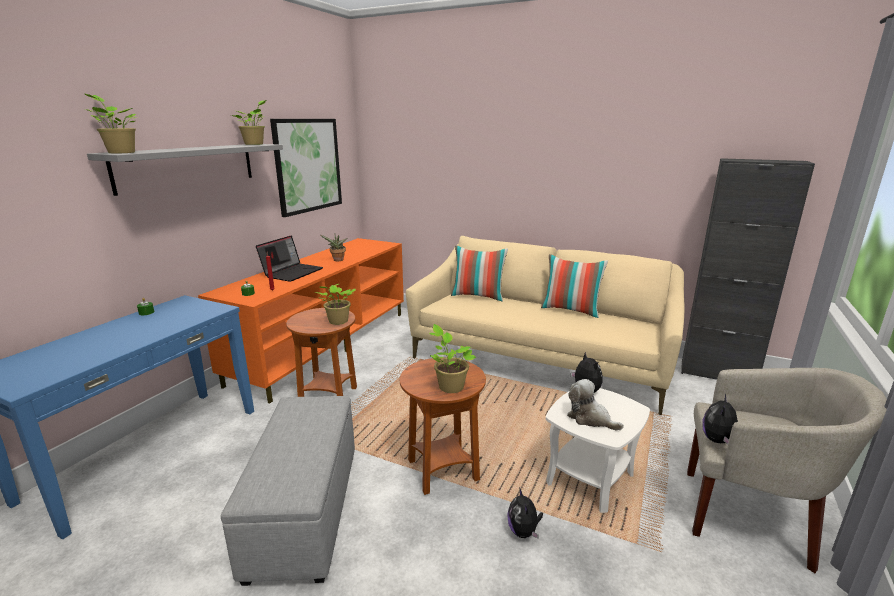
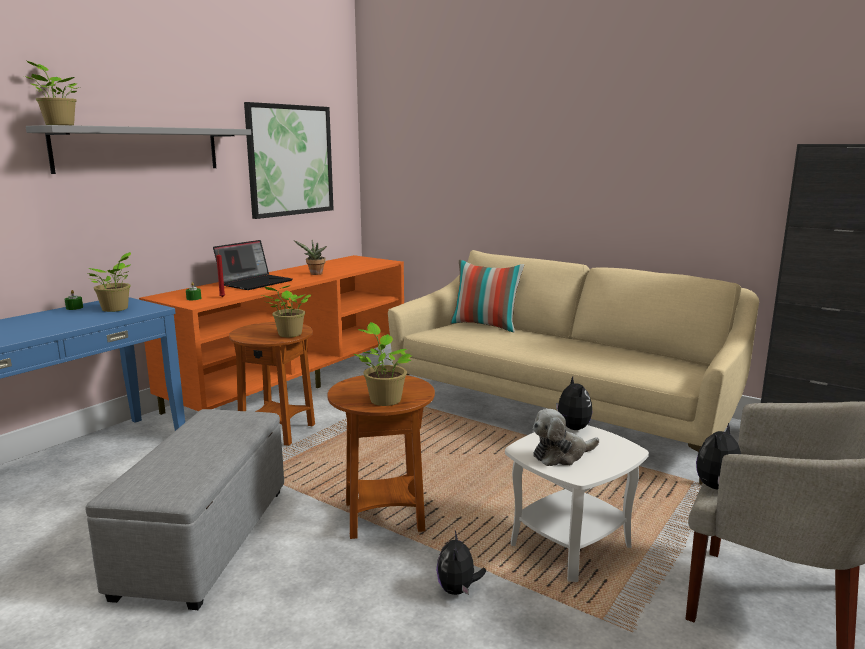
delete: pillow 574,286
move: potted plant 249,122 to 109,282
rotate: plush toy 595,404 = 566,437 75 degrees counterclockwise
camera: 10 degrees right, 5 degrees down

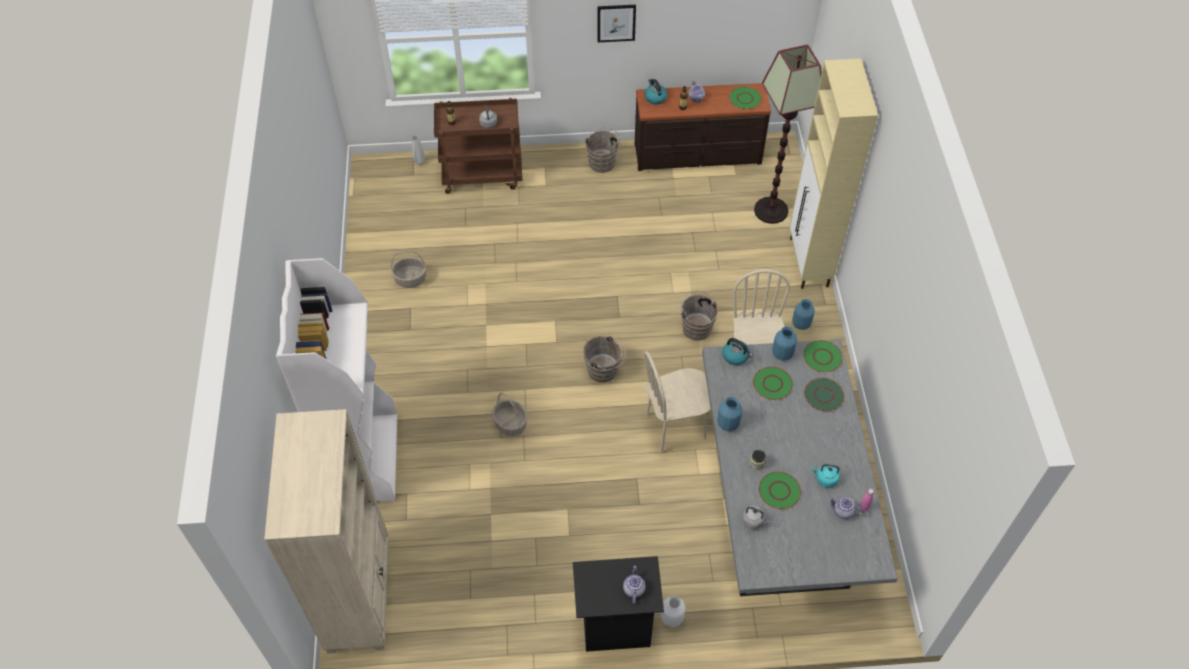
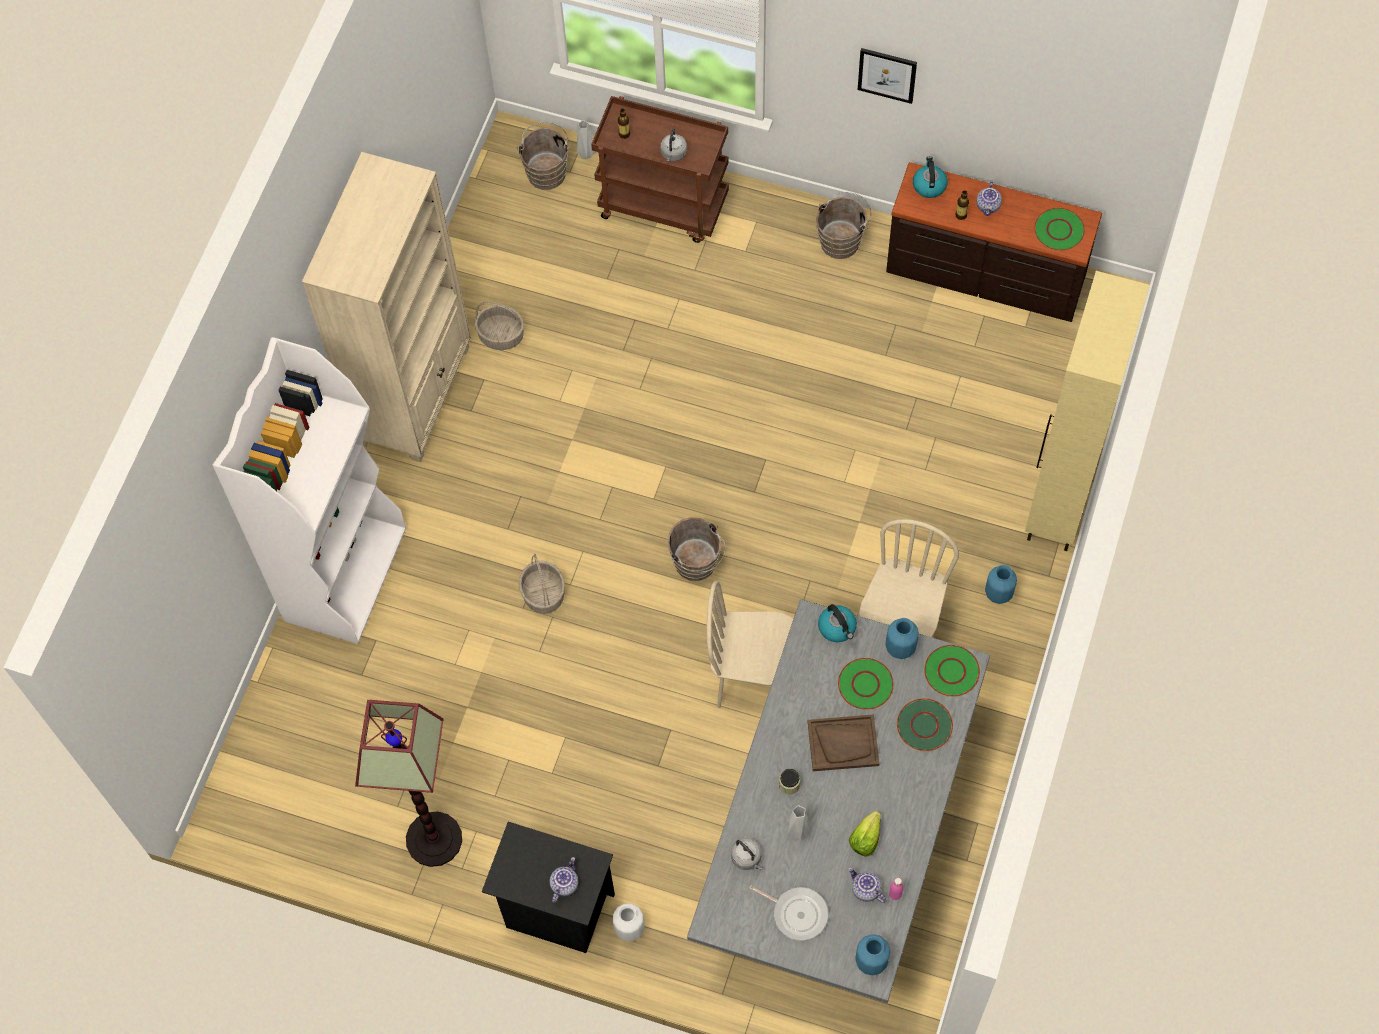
insert: frying pan 789,913; brown tray 843,742
move: beige bookcase 326,531 to 386,307; brown bucket 698,316 to 544,156; blue vase 730,414 to 872,954; floor lamp 788,134 to 408,783
replace: green plate 780,490 to grey vase 799,822; turquoise kettle 826,476 to lettuce 865,834
camera: 25 degrees right, 10 degrees up

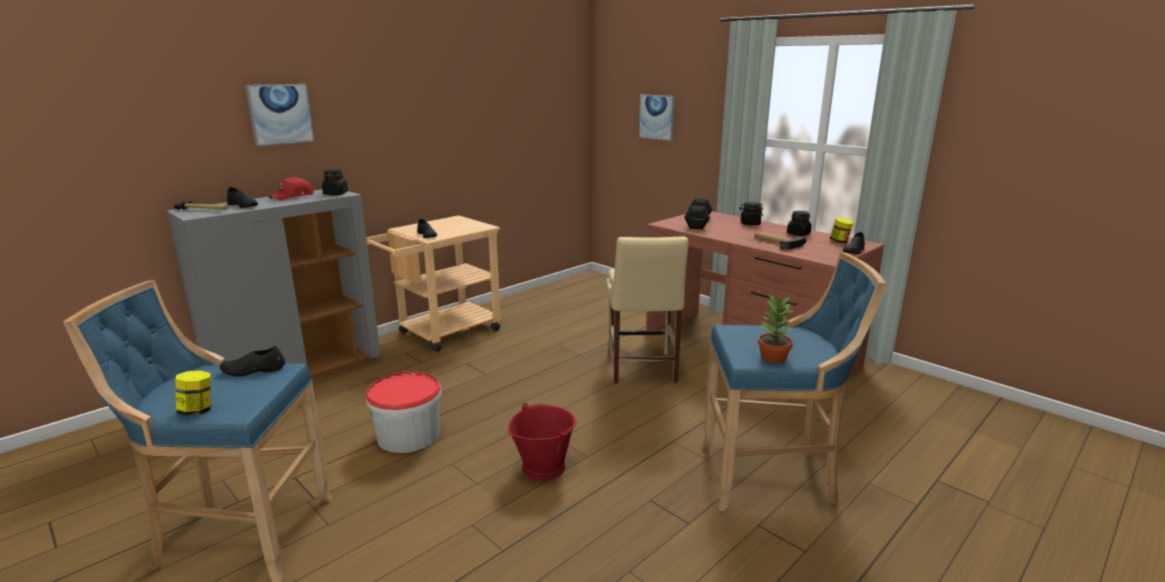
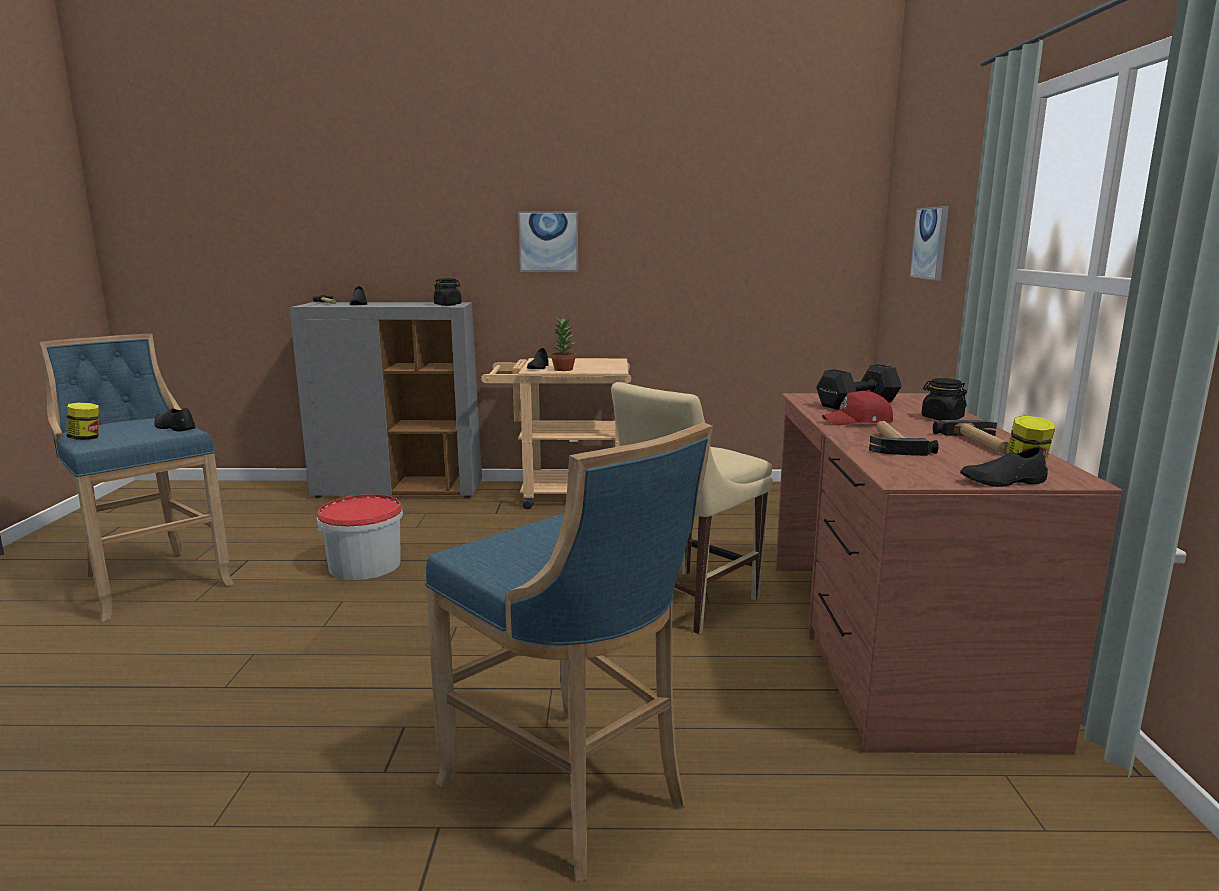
delete: red bucket 542,442
move: picture 280,115 to 548,242; red cap 291,188 to 857,407; potted plant 775,329 to 564,344
replace: black jar 799,223 to hammer 971,437
camera: 45 degrees right, 5 degrees down

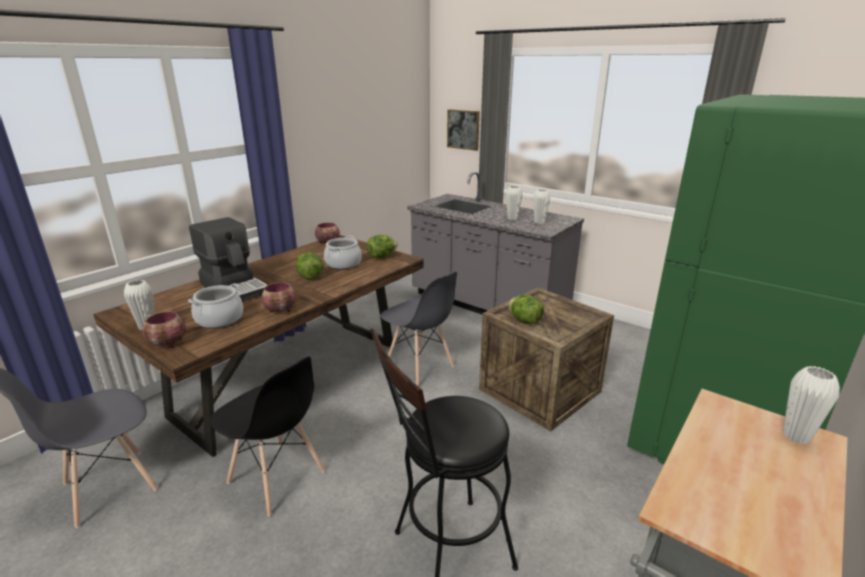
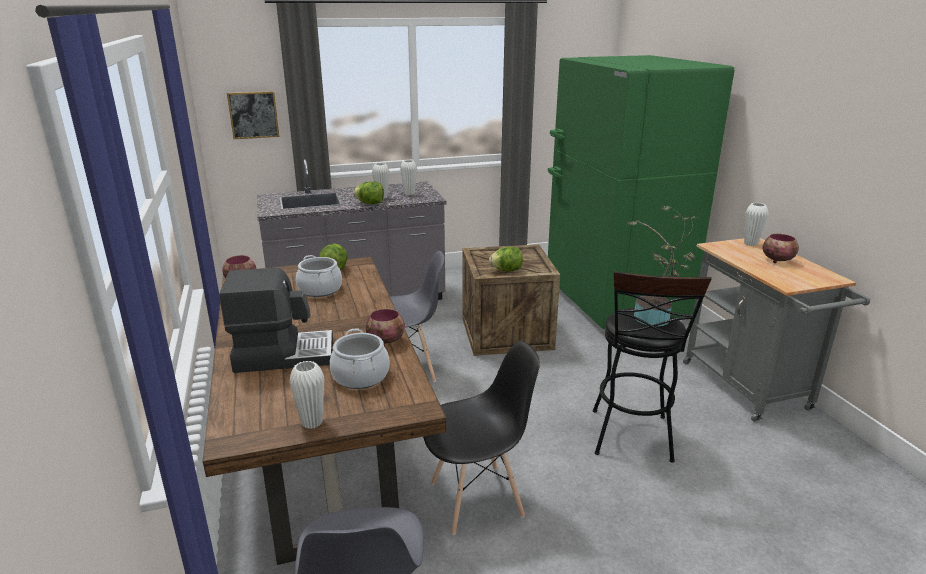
insert: potted plant 662,266
move: bowl 164,329 to 781,248; lettuce 310,265 to 368,192
camera: 55 degrees left, 0 degrees up

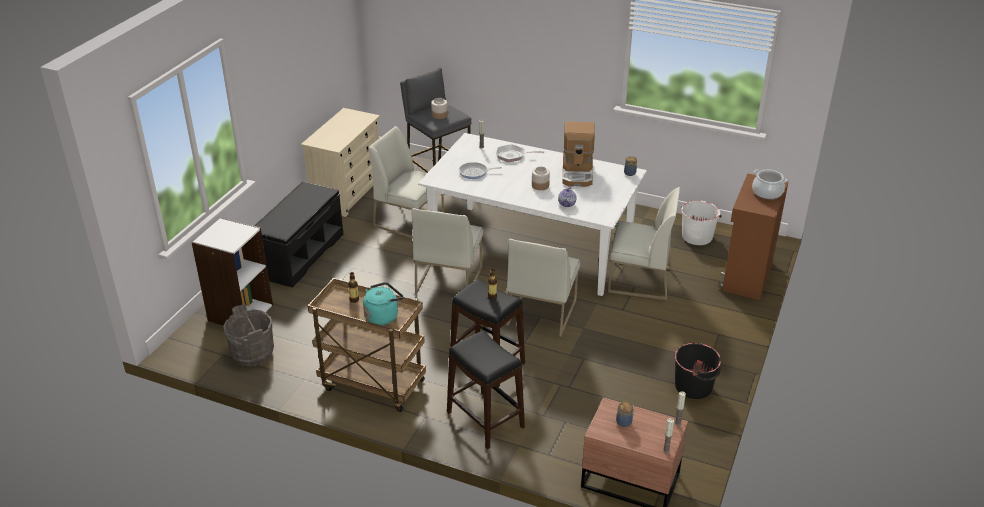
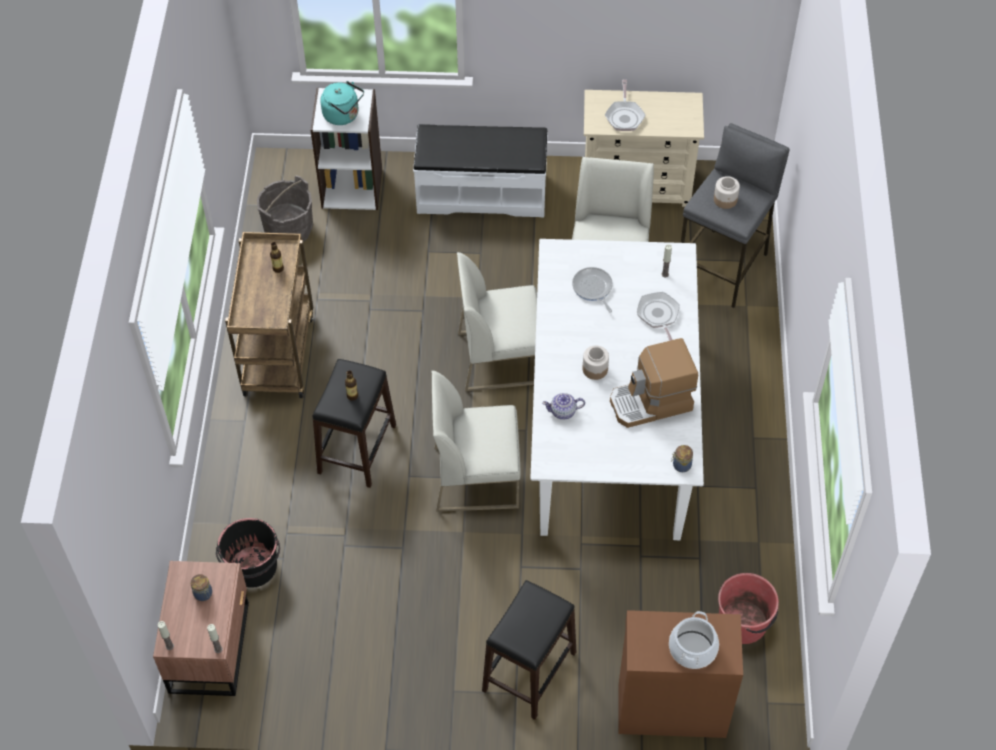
delete: white chair 644,243
insert: frying pan 625,105
move: turquoise kettle 383,303 to 342,103; black stool 486,390 to 529,650; black bucket 698,371 to 248,553
recolor: black bench 299,235 to white bench 480,171; white bucket 701,222 to red bucket 748,608
camera: 70 degrees right, 20 degrees up

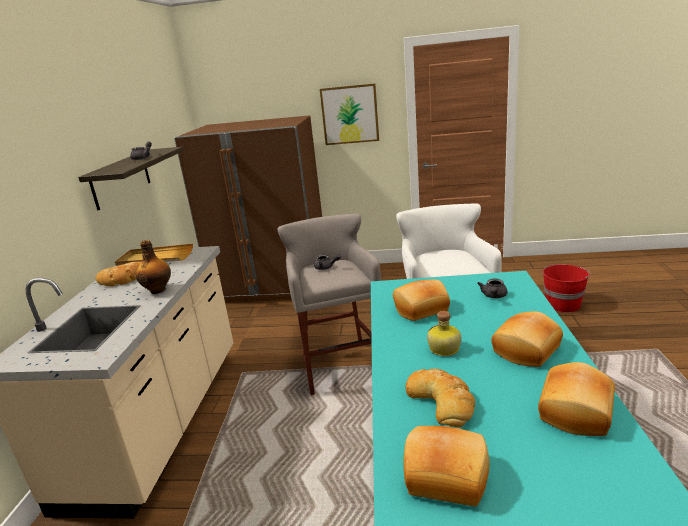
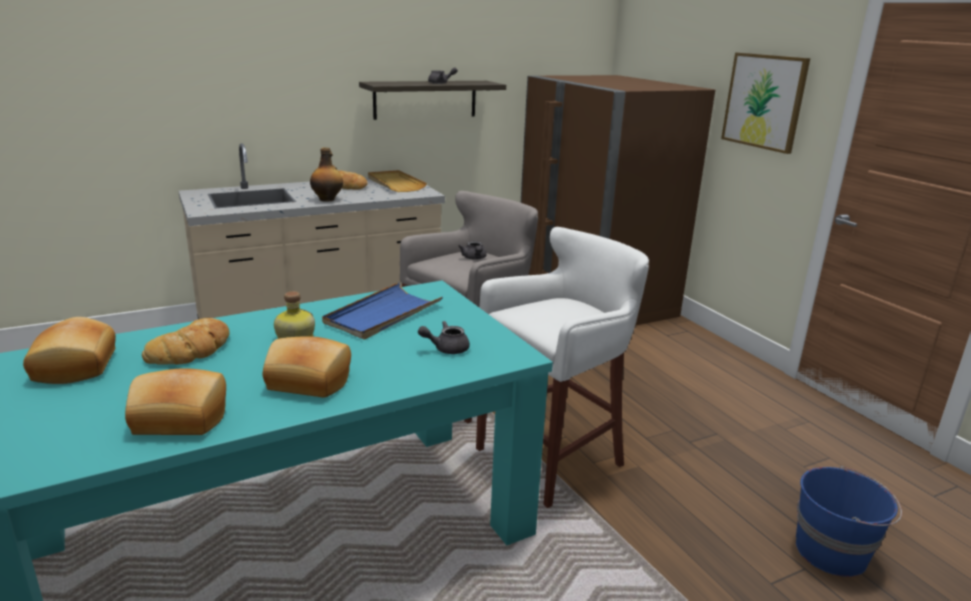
replace: bread 421,300 to blue tray 382,311
recolor: red bucket 567,288 to blue bucket 849,521
camera: 55 degrees right, 0 degrees up

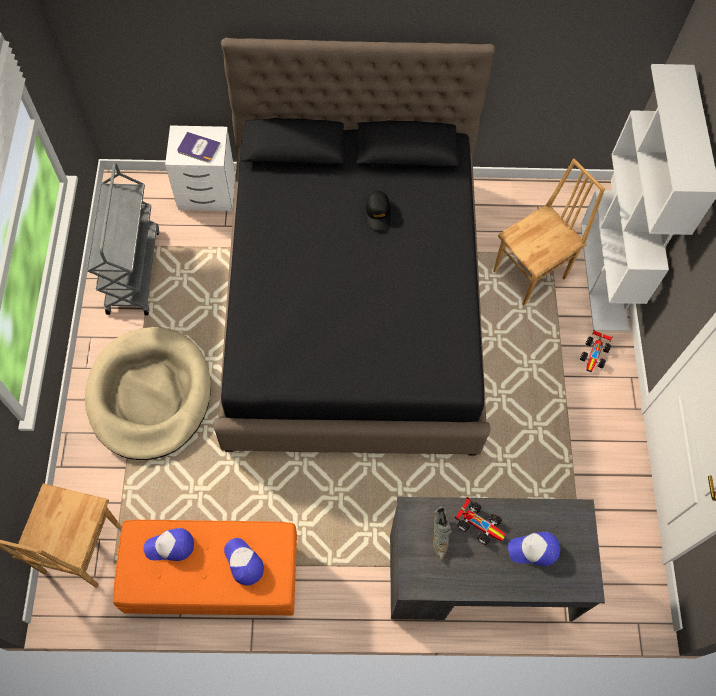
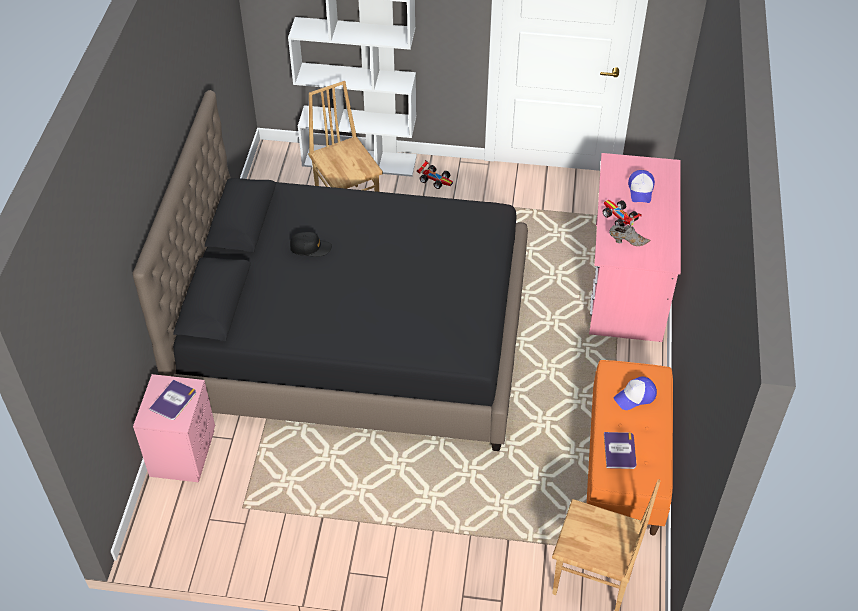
delete: beige dog bed 148,393; grey cart 123,239
replace: cap 169,544 to book 620,450
recolor: white nightstand 200,168 to pink nightstand 174,428; grey desk 497,559 to pink desk 635,247
rotate: toy car 480,521 = 622,213 75 degrees counterclockwise
camera: 80 degrees left, 15 degrees down

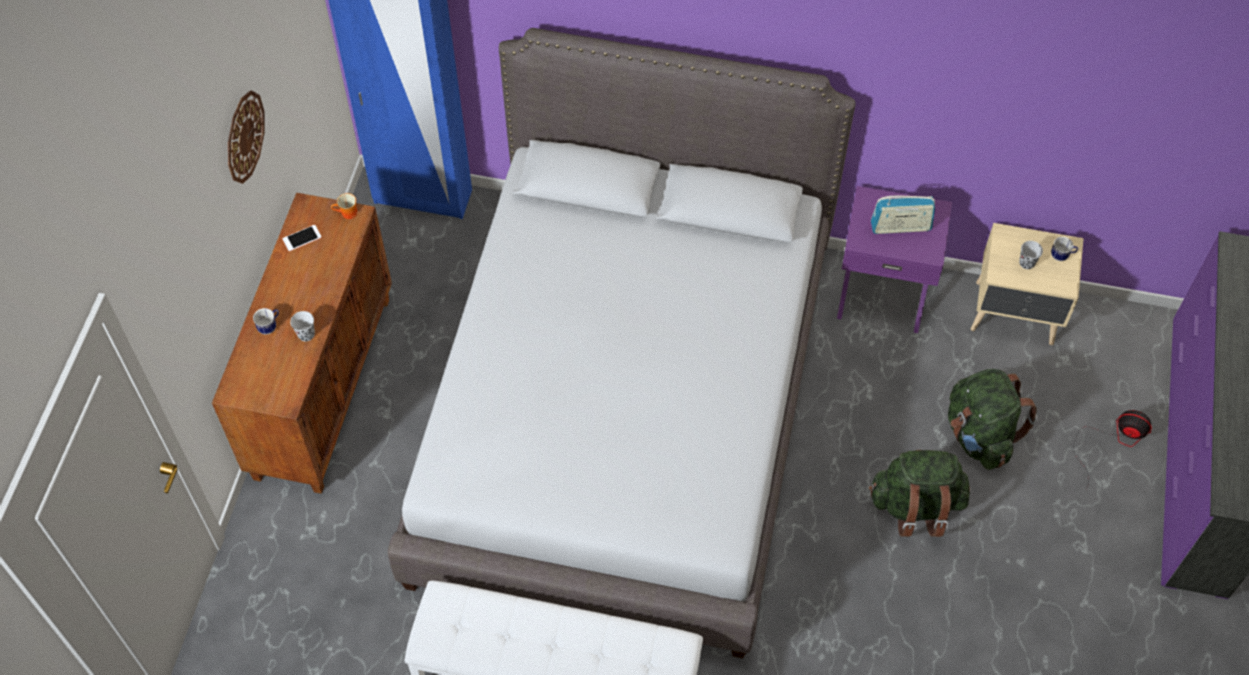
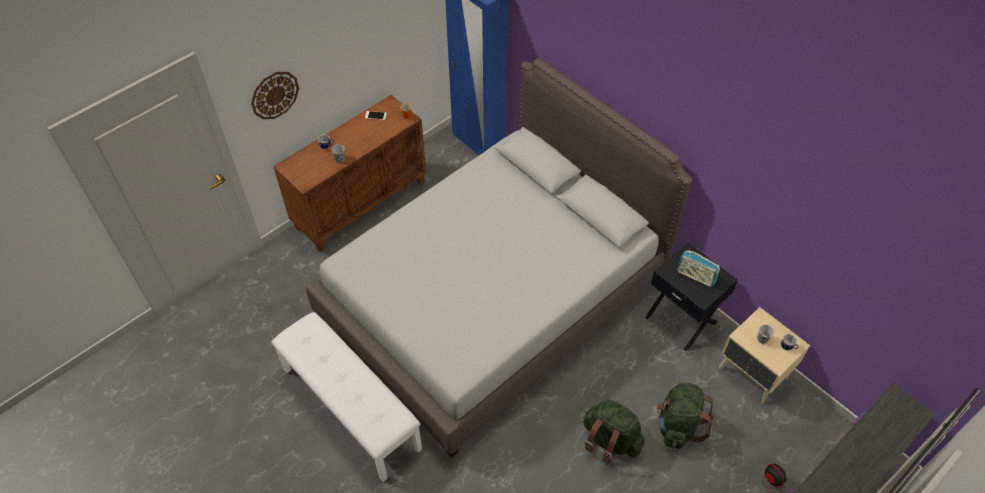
move: wall clock 246,137 to 275,96
recolor: purple nightstand 894,259 to black nightstand 691,297
camera: 35 degrees right, 5 degrees down

